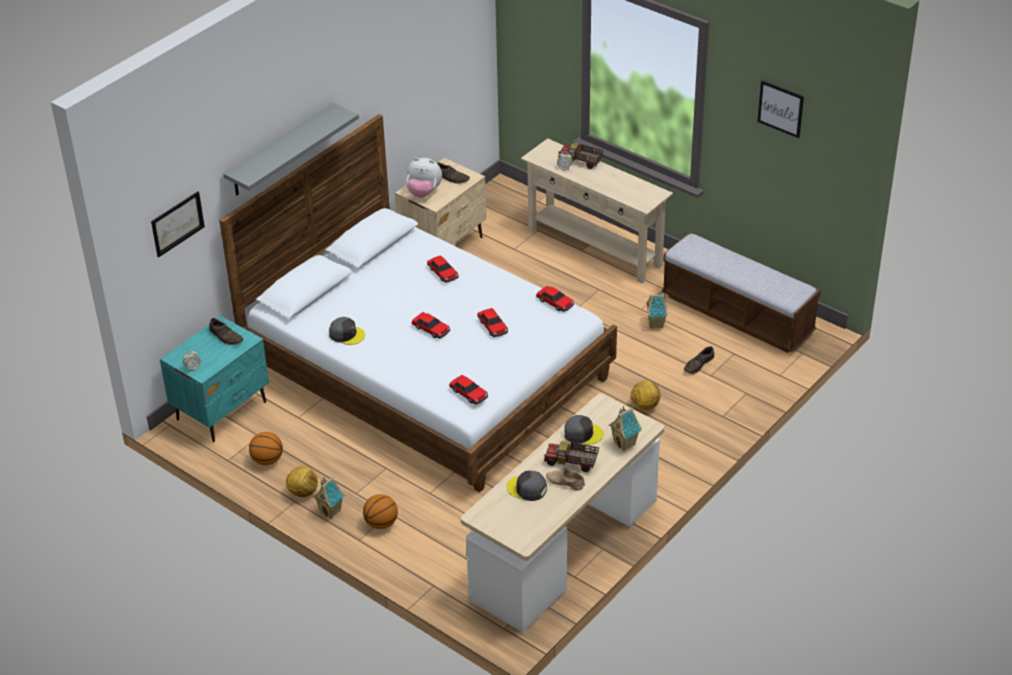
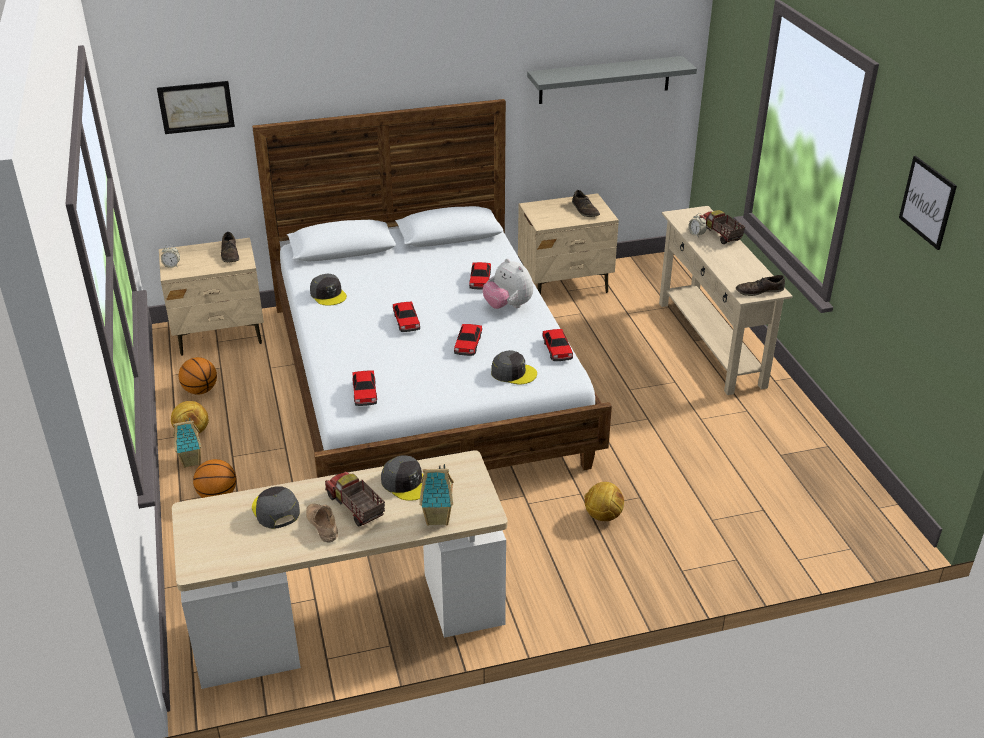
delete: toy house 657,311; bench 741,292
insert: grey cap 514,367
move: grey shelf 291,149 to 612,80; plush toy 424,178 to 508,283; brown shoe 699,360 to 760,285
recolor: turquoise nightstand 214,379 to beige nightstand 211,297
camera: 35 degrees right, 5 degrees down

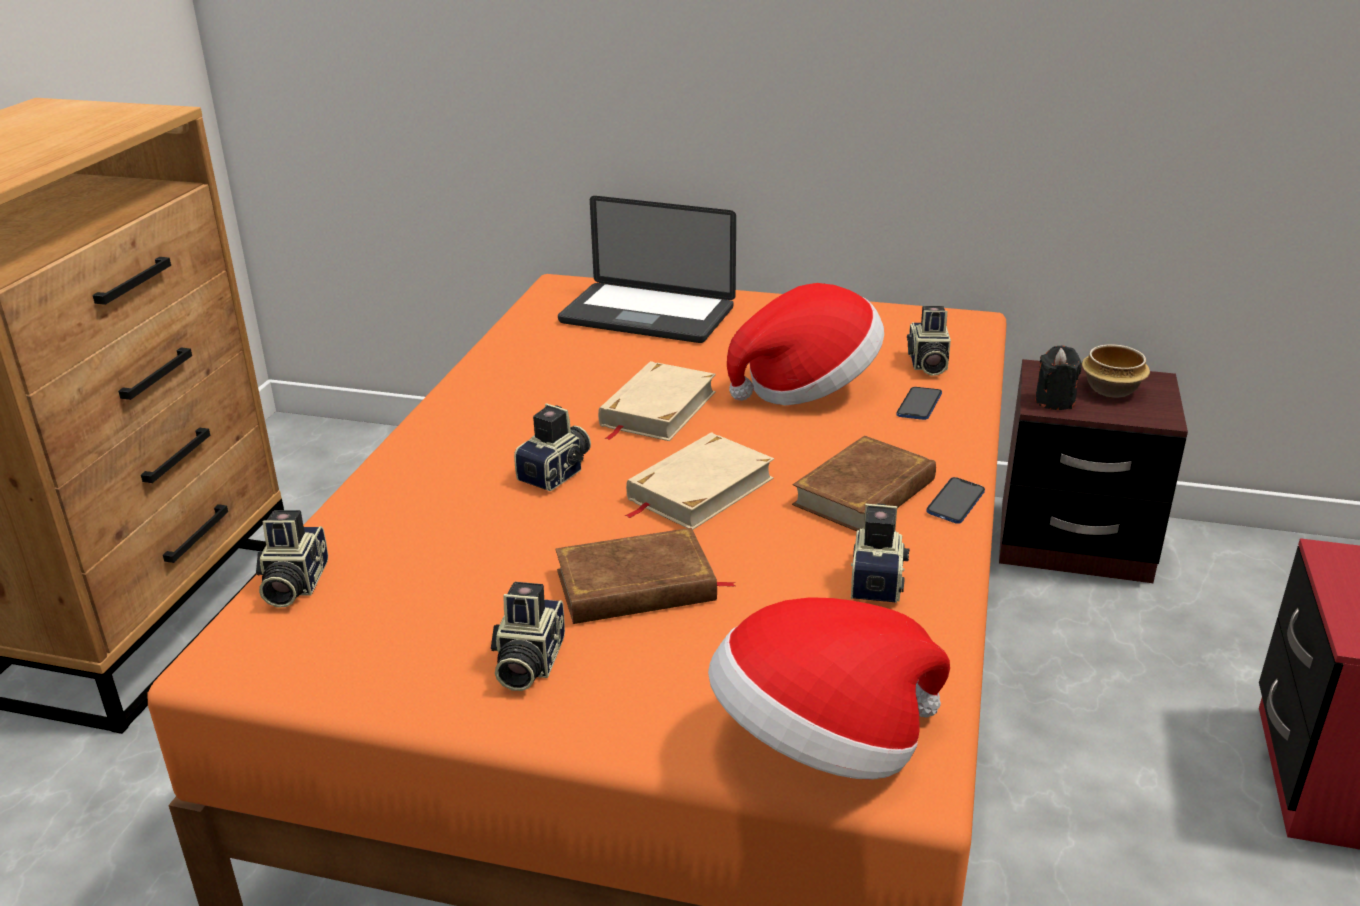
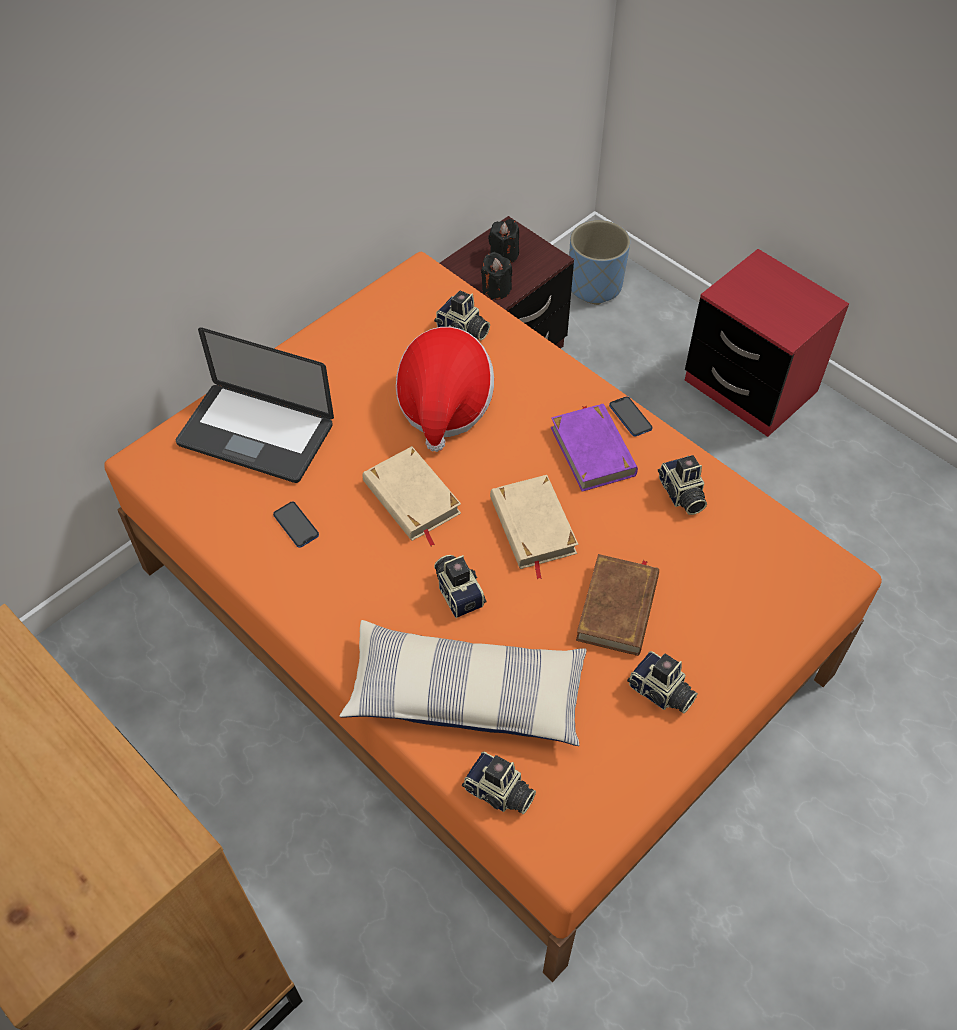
delete: hat 829,688
insert: pillow 463,683; blue planter 599,262
move: phone 919,403 to 296,524
replace: bowl 1116,370 to black candle 503,241
recolor: brown book 864,483 to purple book 594,448
rotate: laptop 647,269 = 255,405 60 degrees clockwise; photo camera 880,553 = 682,485 150 degrees counterclockwise
camera: 60 degrees left, 25 degrees up

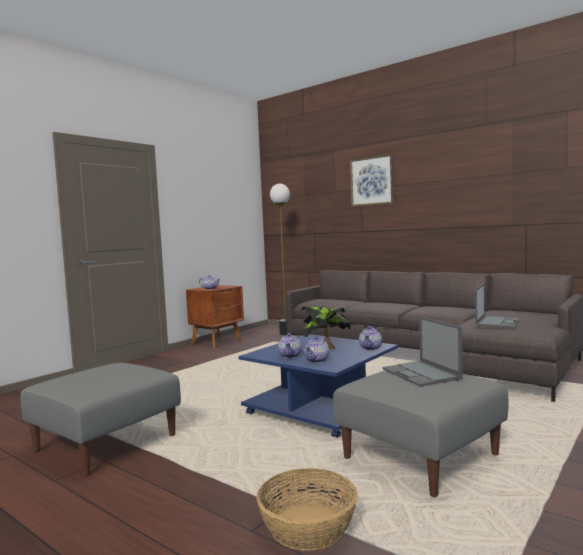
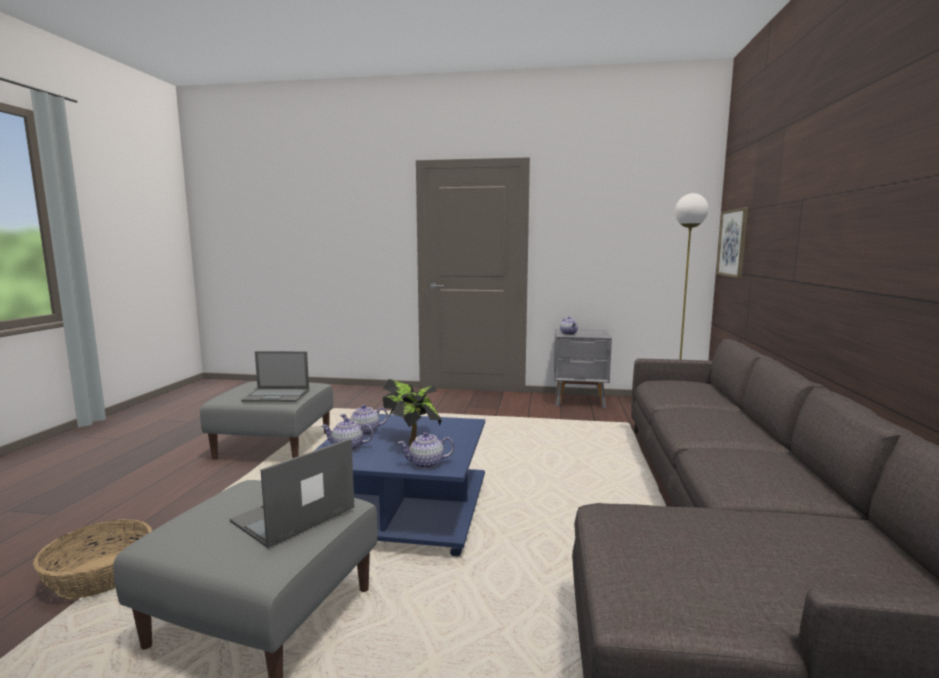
move: picture 372,180 to 732,243; laptop 497,305 to 275,376
recolor: brown nightstand 215,317 to grey nightstand 583,368
camera: 60 degrees right, 5 degrees up

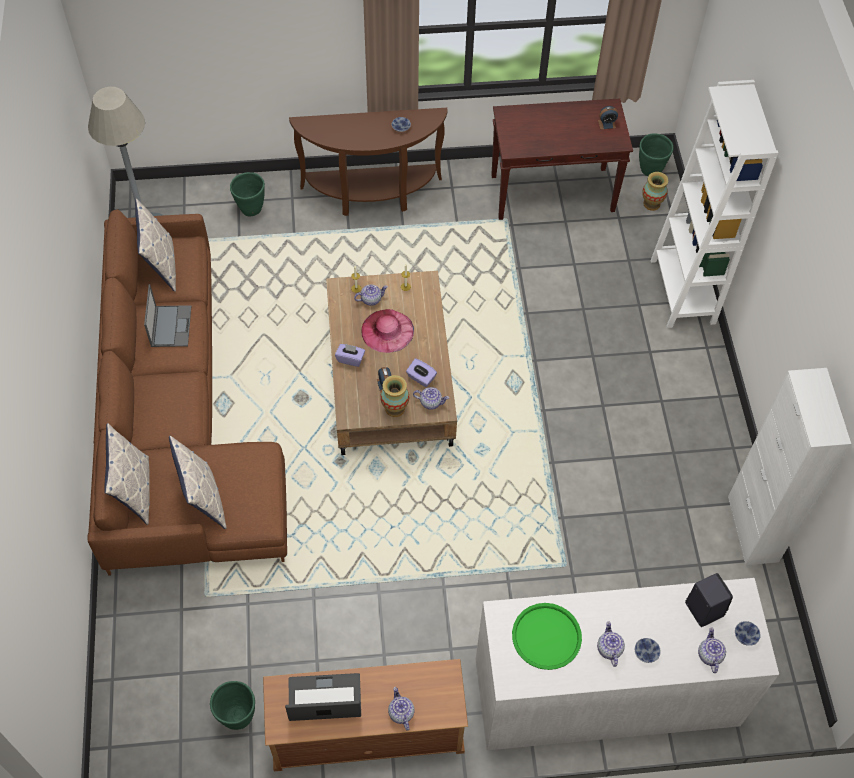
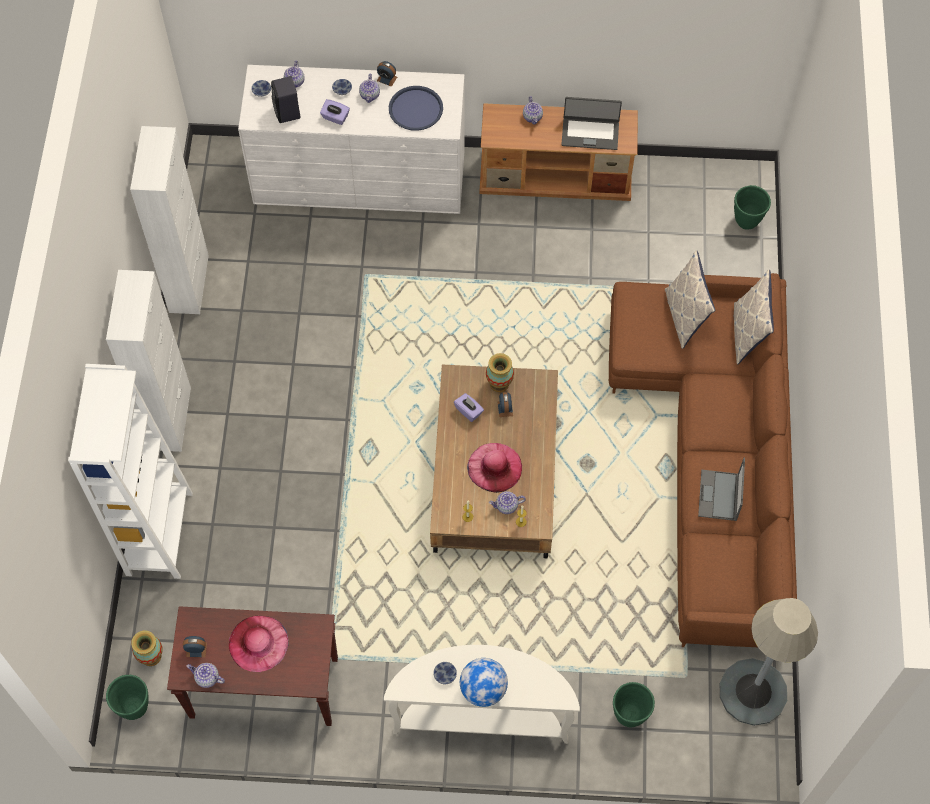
delete: pillow 155,245
insert: white cabinet 148,361; pink hat 259,644; alarm clock 387,74; globe 484,682
move: green planter 232,705 to 752,207; purple tissue box 350,355 to 335,112; teapot 431,398 to 206,675
recolor: brown console table 368,162 to white console table 482,694; green tray 547,636 to blue tray 416,108
camera: 170 degrees left, 5 degrees up

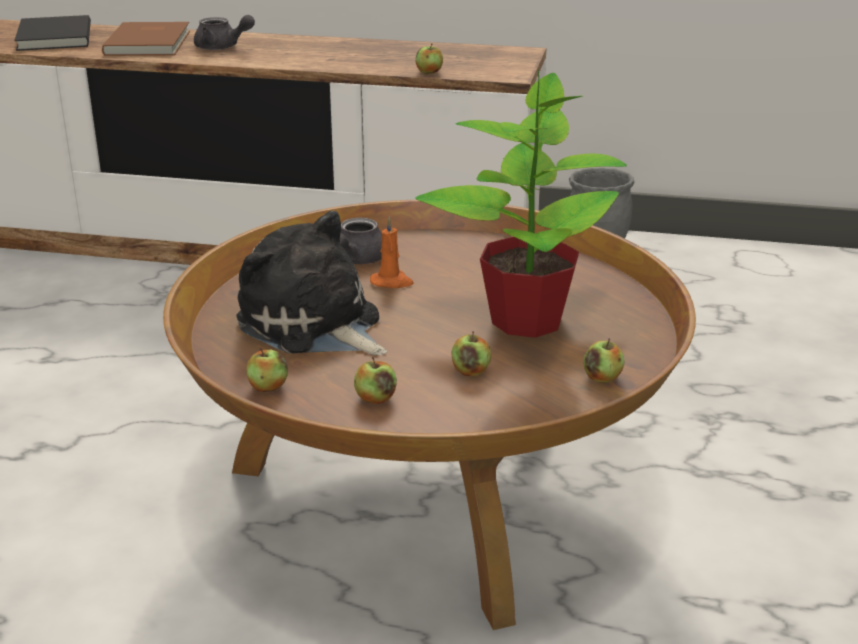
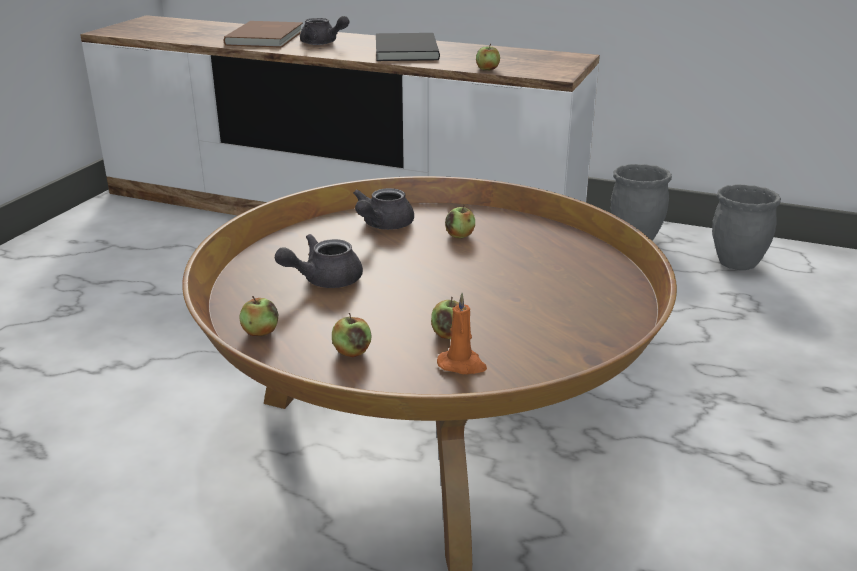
delete: potted plant 521,203
insert: grey planter 746,227
move: black book 52,33 to 408,47; orange candle 392,252 to 462,333; apple 604,360 to 460,222
replace: plush toy 311,283 to grey teapot 319,261
camera: 10 degrees right, 0 degrees up

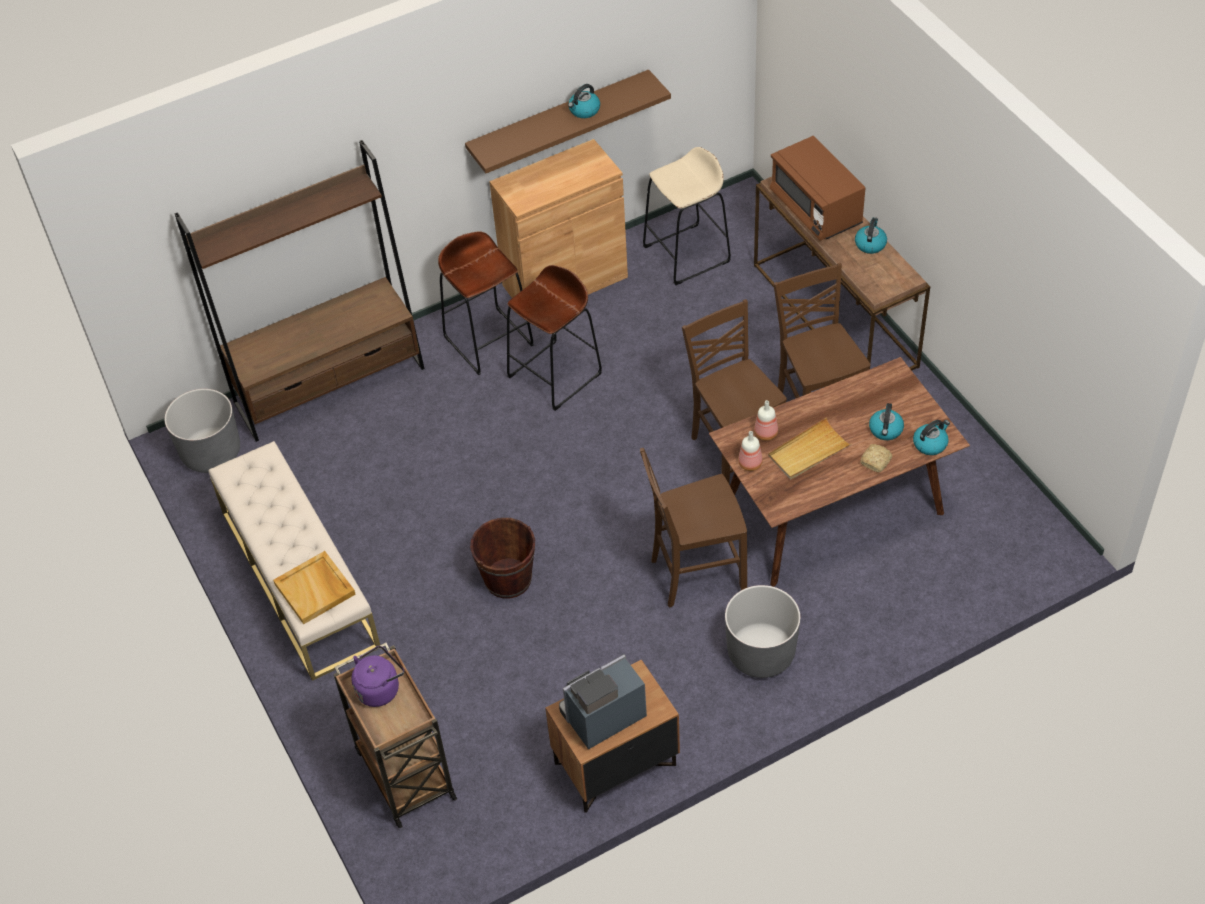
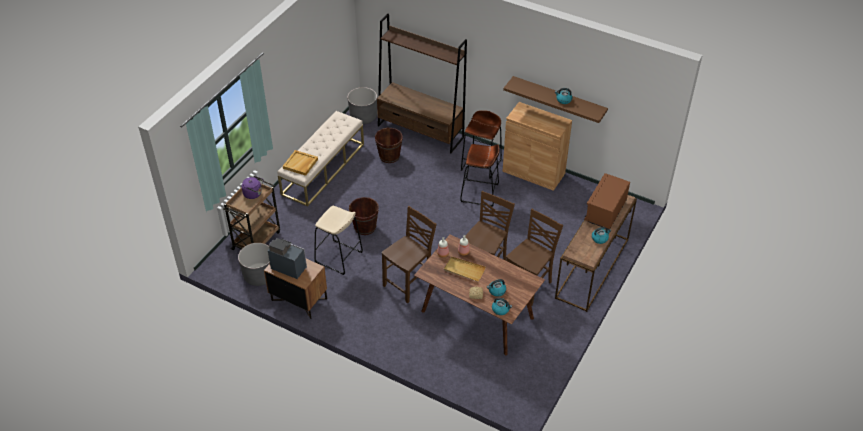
insert: brown bucket 389,145
move: beige stool 687,216 to 338,240; grey planter 763,631 to 254,264
rotate: brown chair 693,527 = 409,255 90 degrees clockwise
camera: 55 degrees right, 5 degrees down

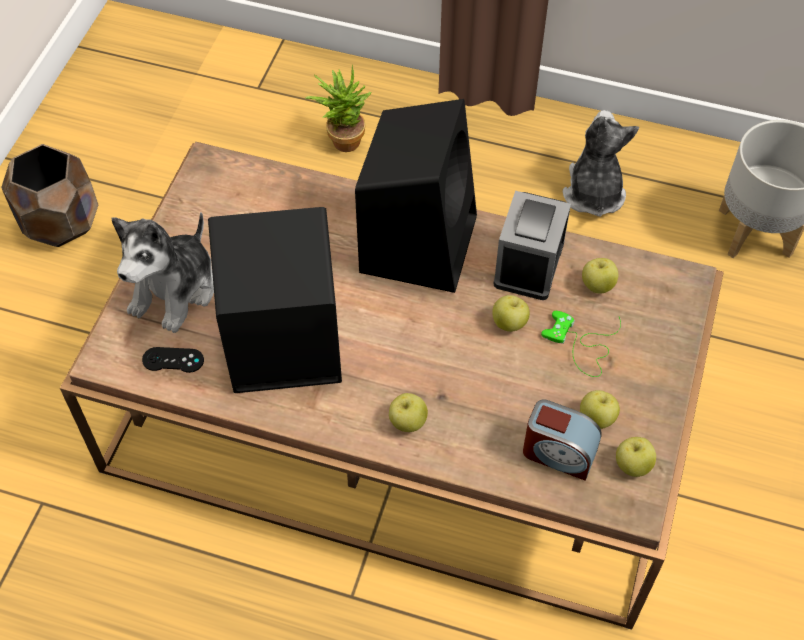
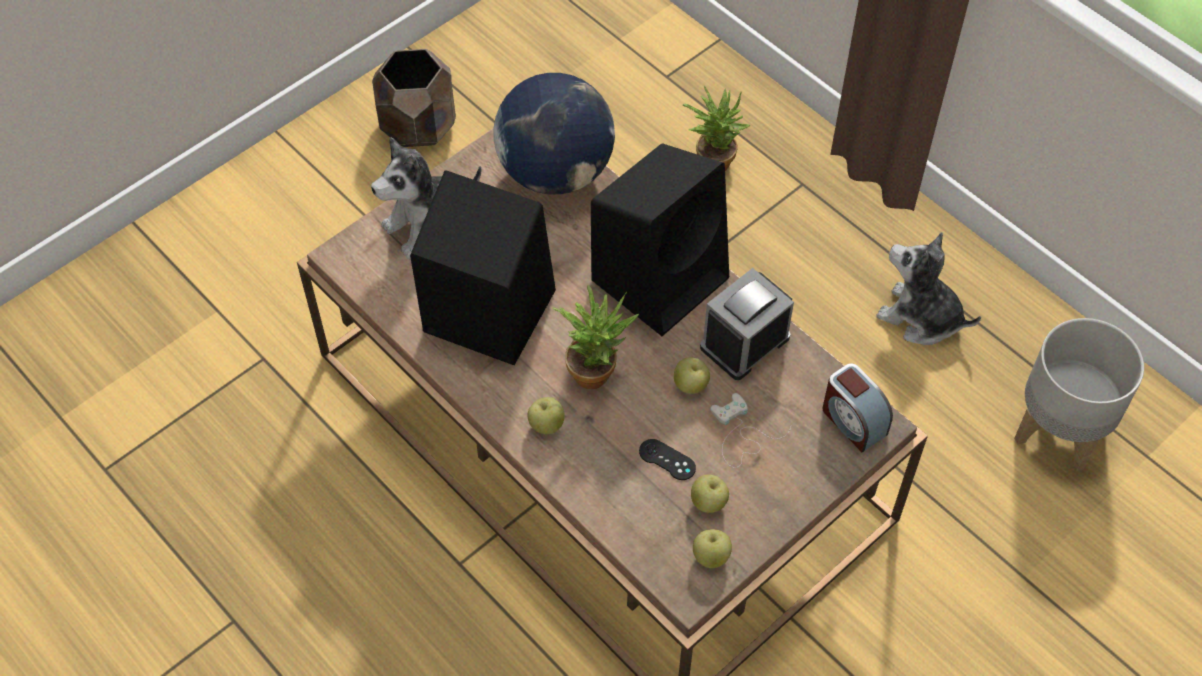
delete: apple 600,276
insert: globe 554,134; potted plant 596,337
move: black game controller 173,360 to 667,459; alarm clock 562,440 to 858,408
recolor: green game controller 581,344 to white game controller 750,430
rotate: plush toy 601,163 = 928,288 90 degrees counterclockwise
camera: 30 degrees right, 0 degrees up

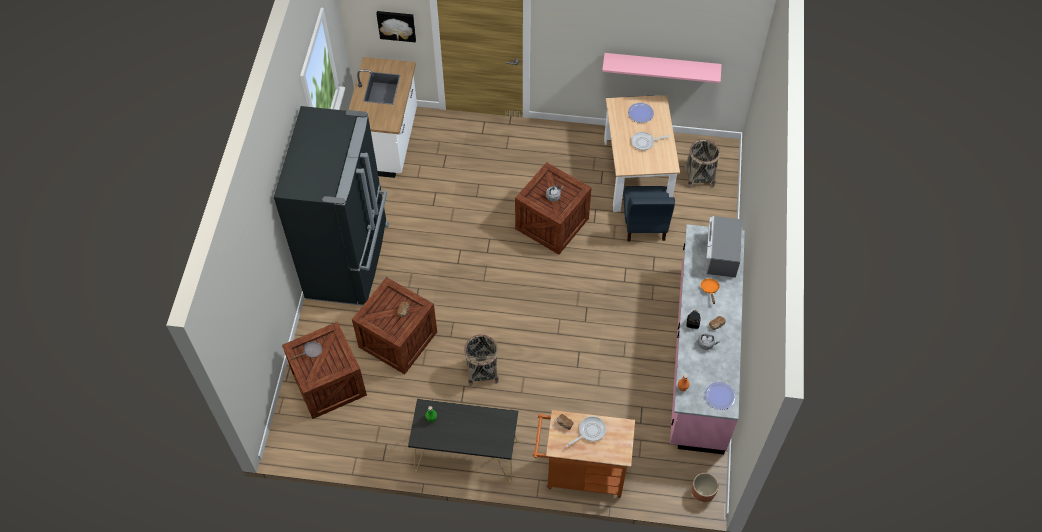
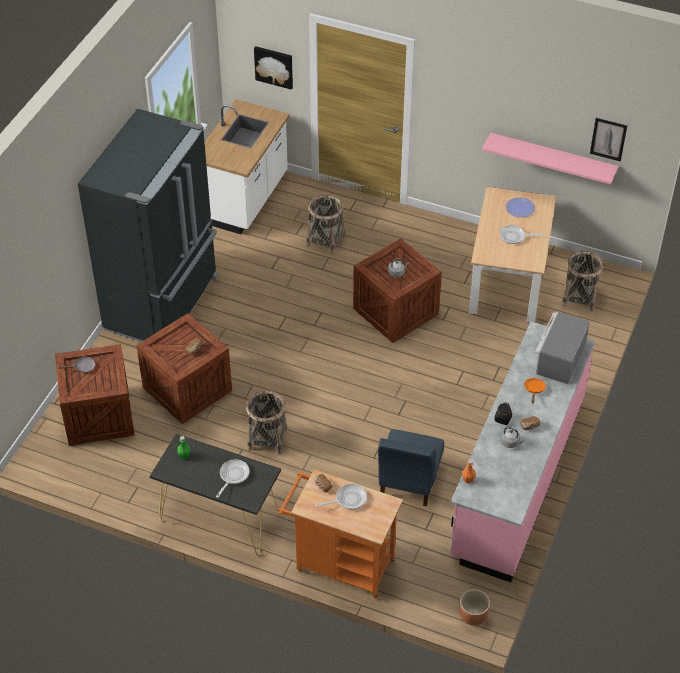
delete: plate 720,396
insert: frying pan 233,478; basket 325,224; picture 608,139
move: blue chair 649,214 to 411,467
camera: 15 degrees right, 10 degrees down

